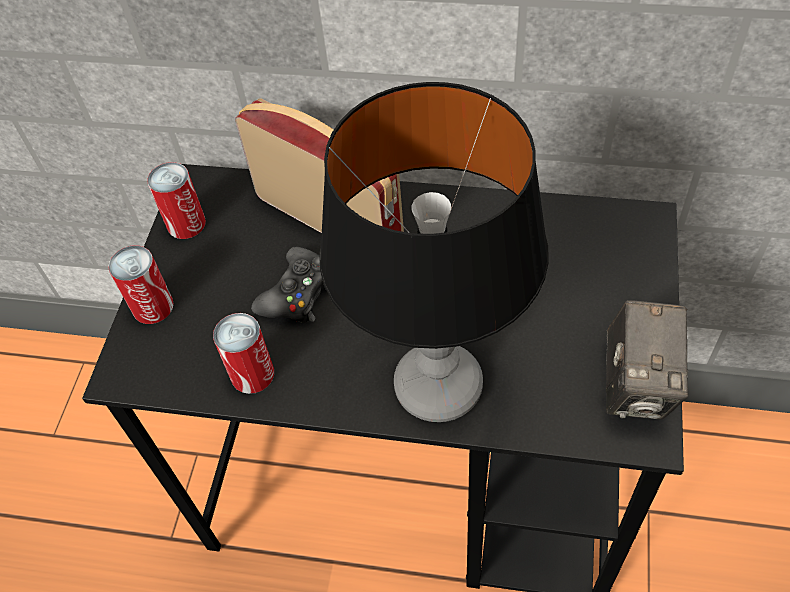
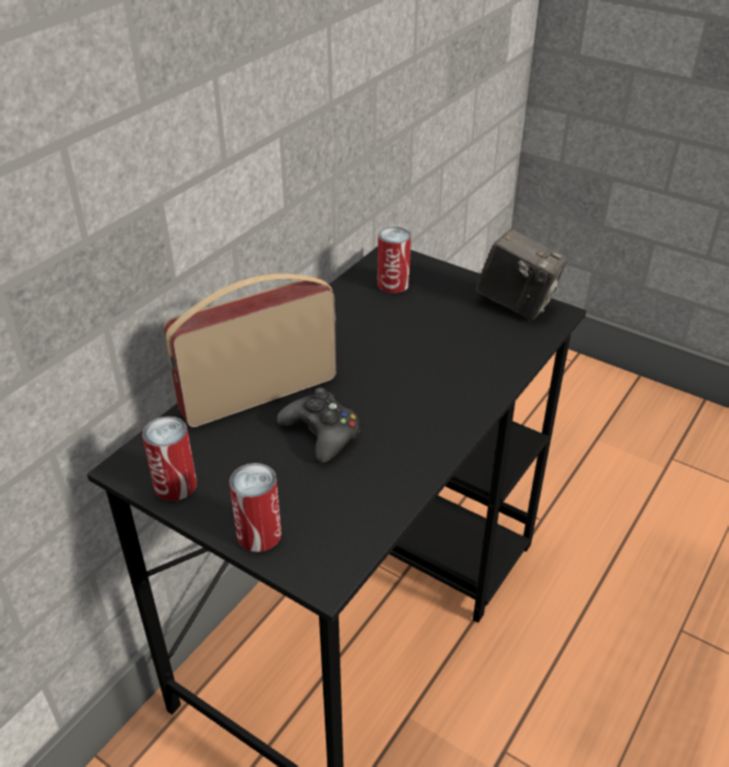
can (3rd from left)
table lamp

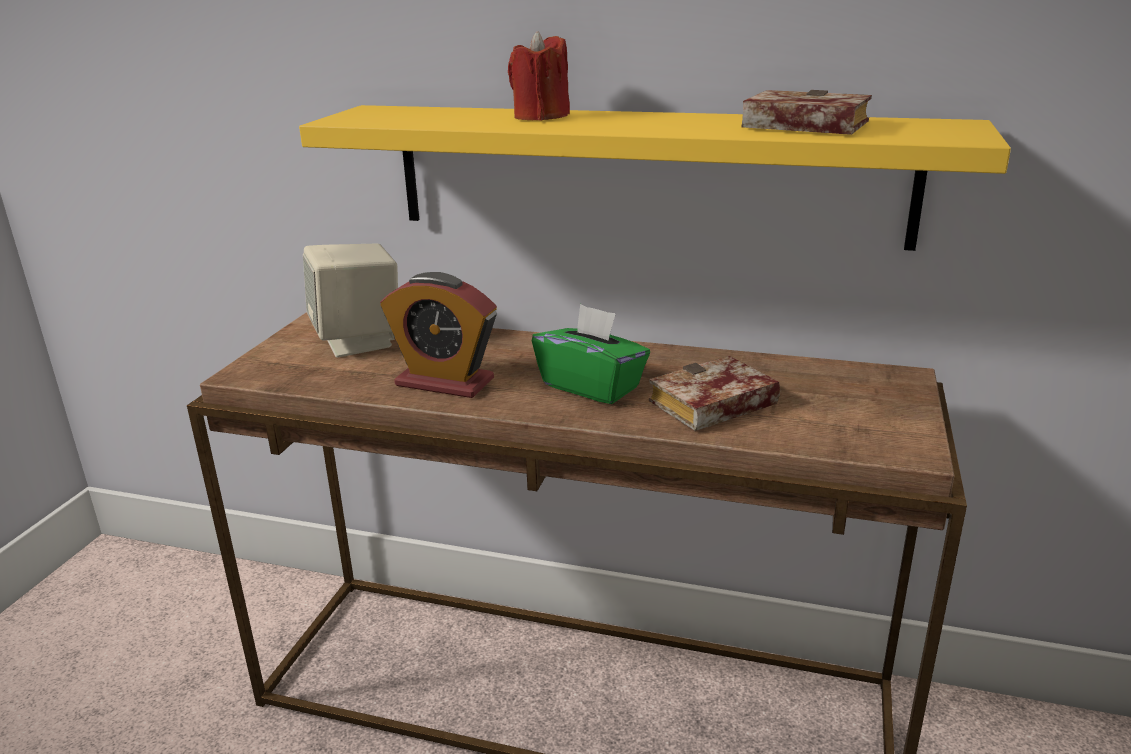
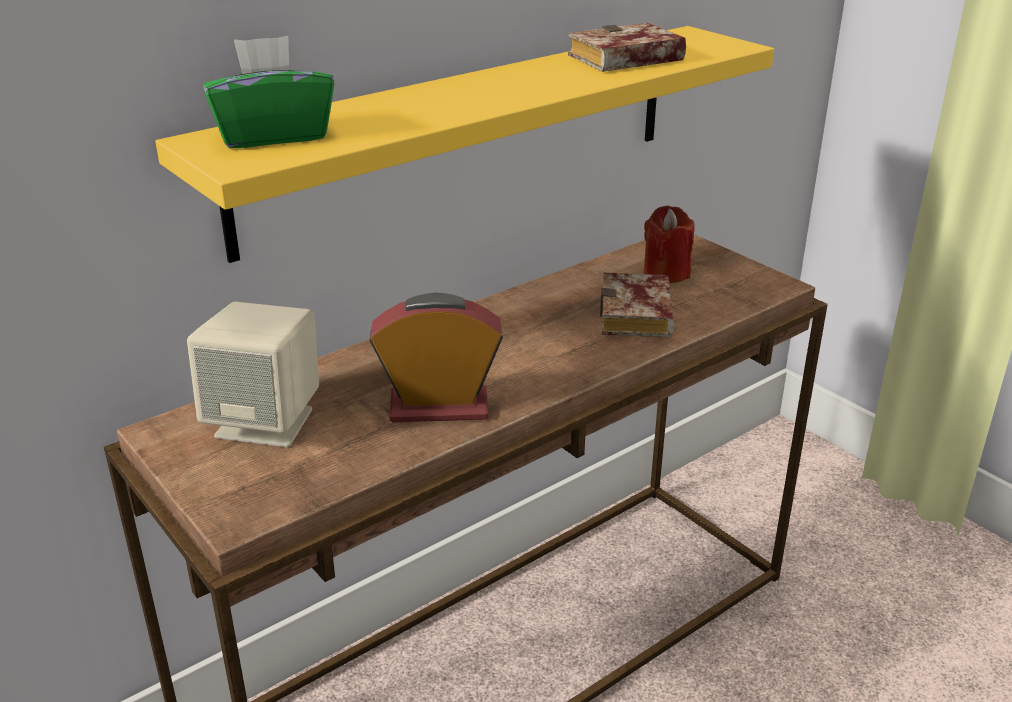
green tissue box
alarm clock
red candle

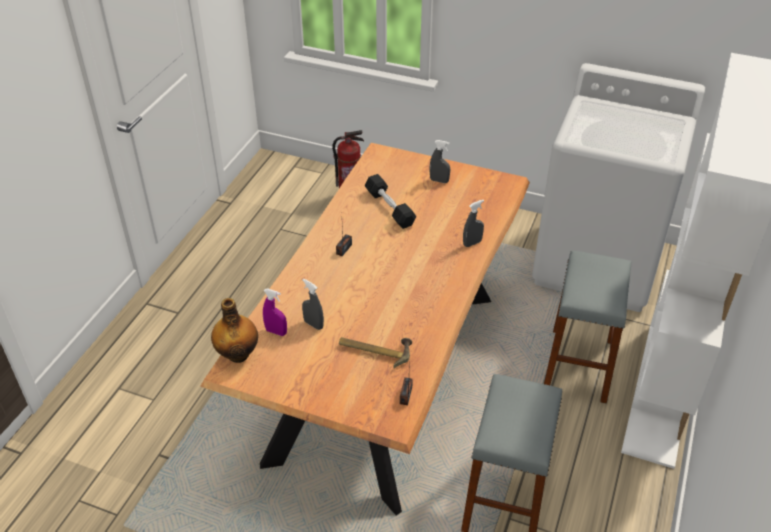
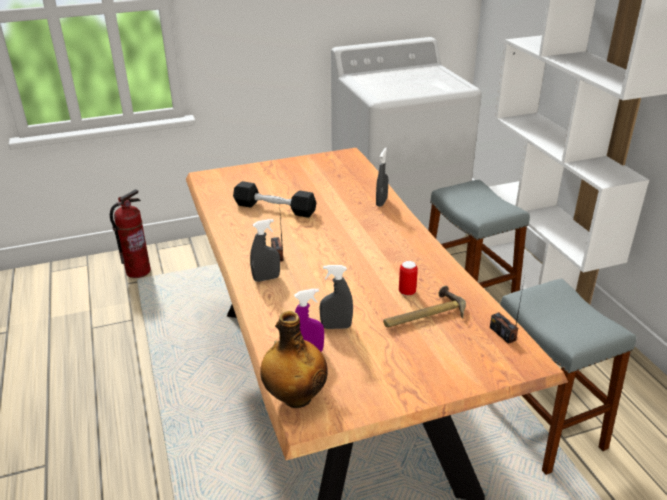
grey spray bottle (1st from left)
can

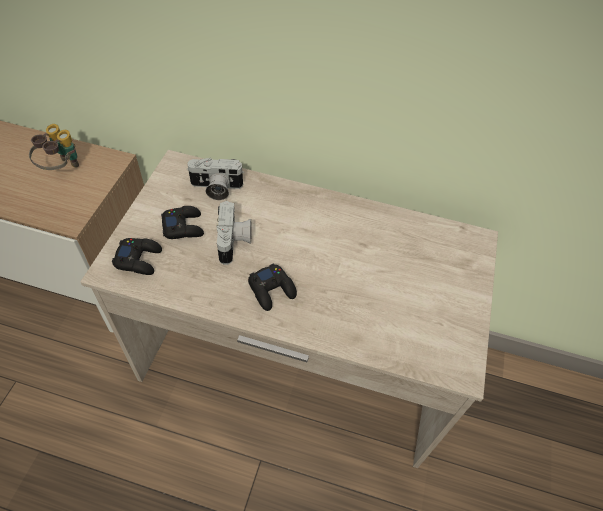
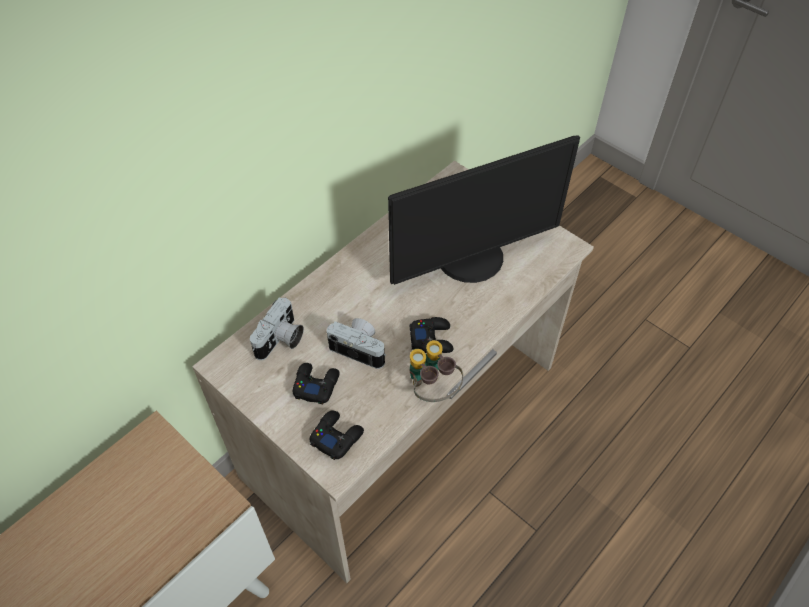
monitor
binoculars

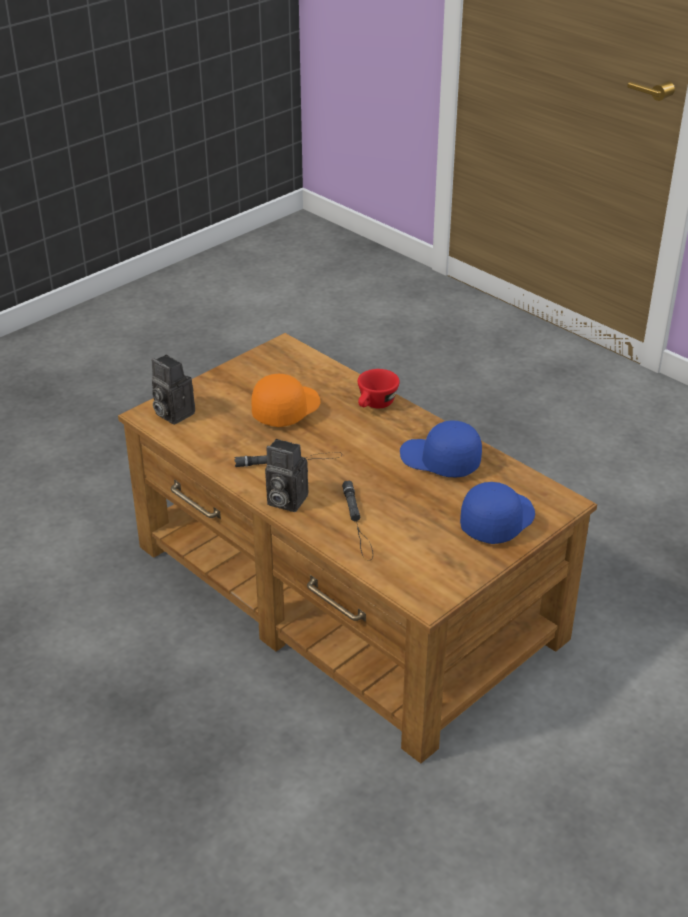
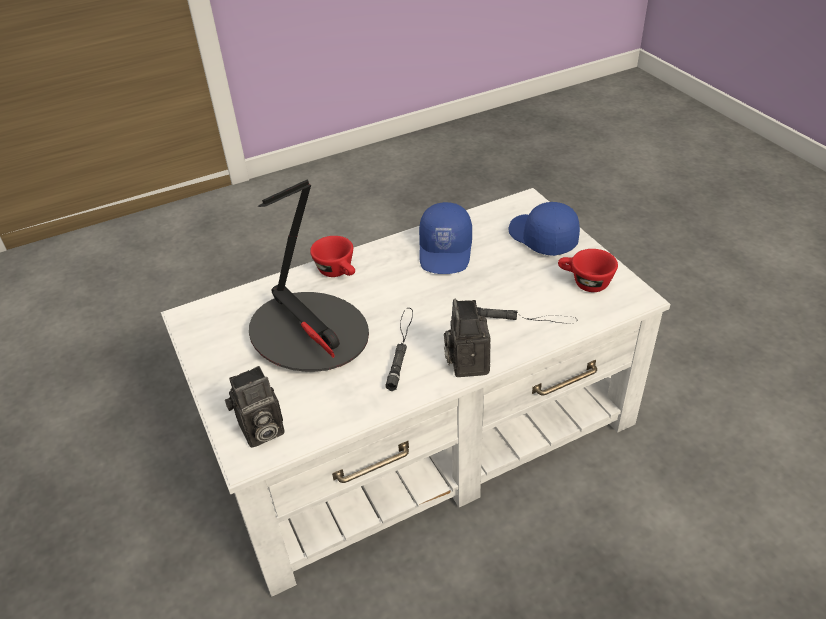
white coffee table
table lamp
blue cap (1st from left)
photo camera (2nd from left)
red cup (2nd from left)

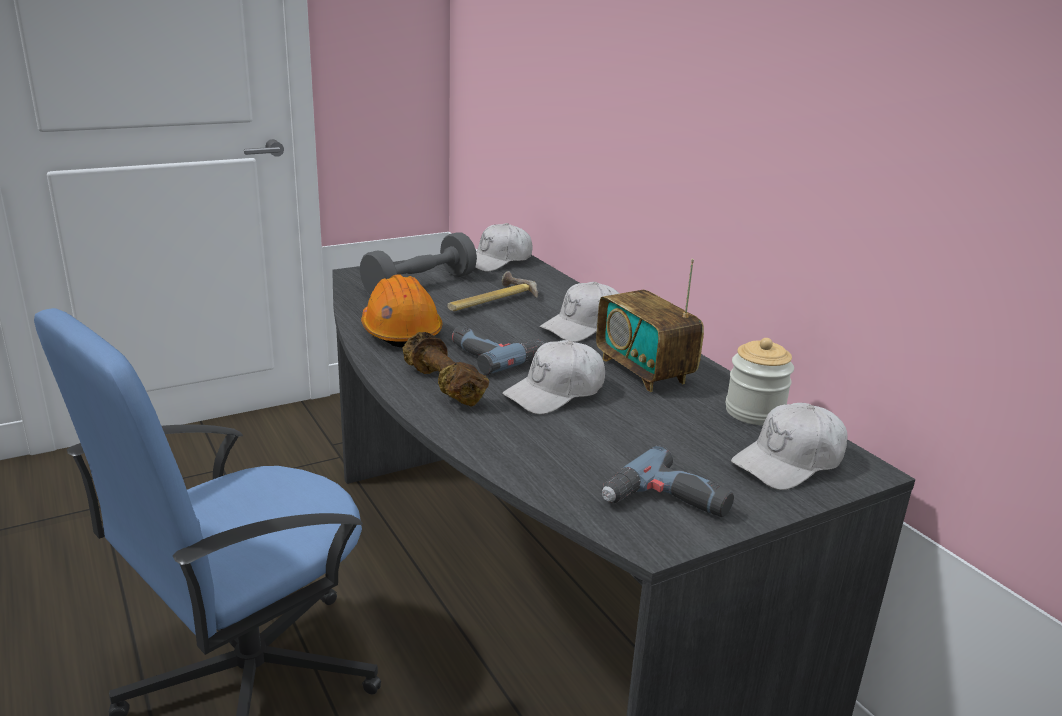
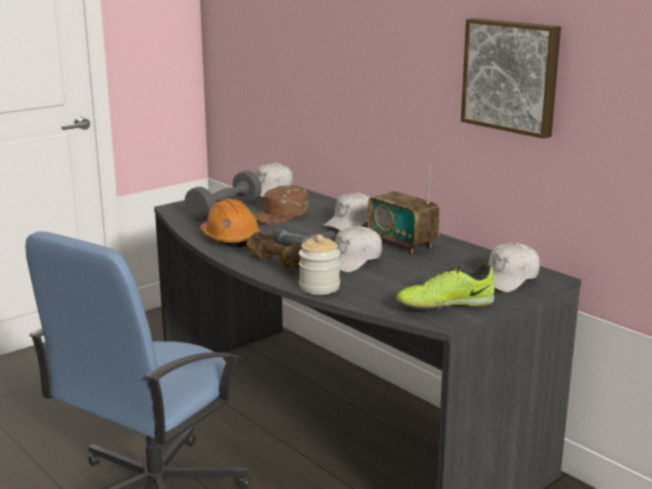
brown cap
jar
shoe
picture

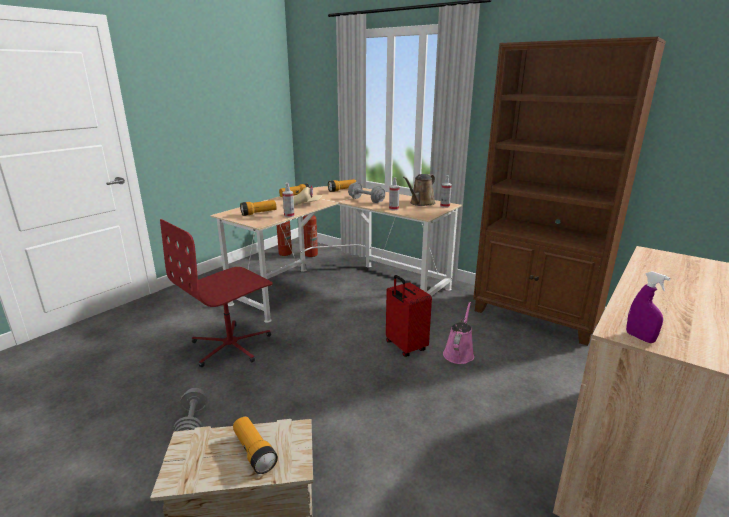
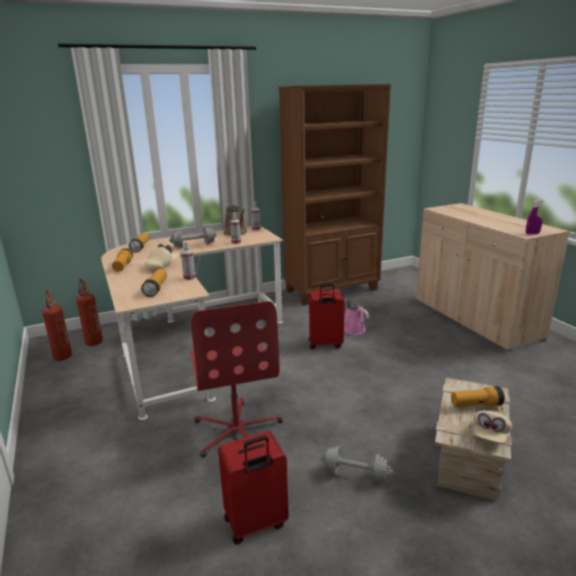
red suitcase (1st from left)
beige cap (2nd from left)

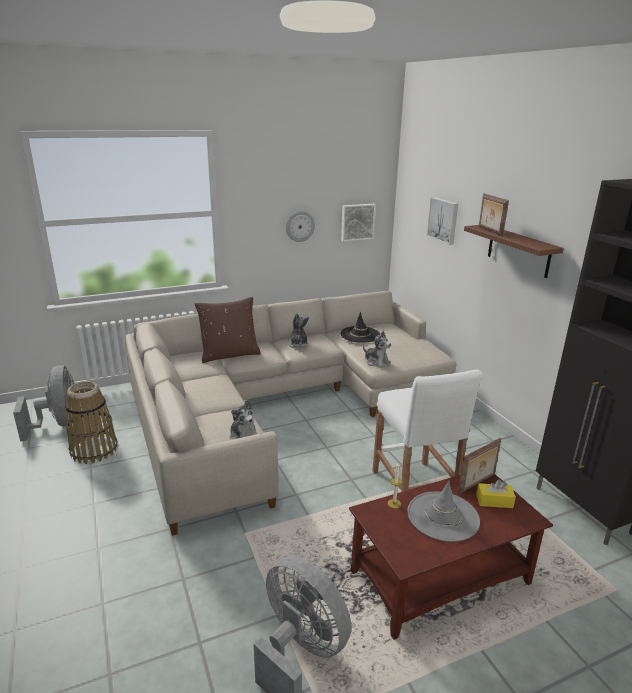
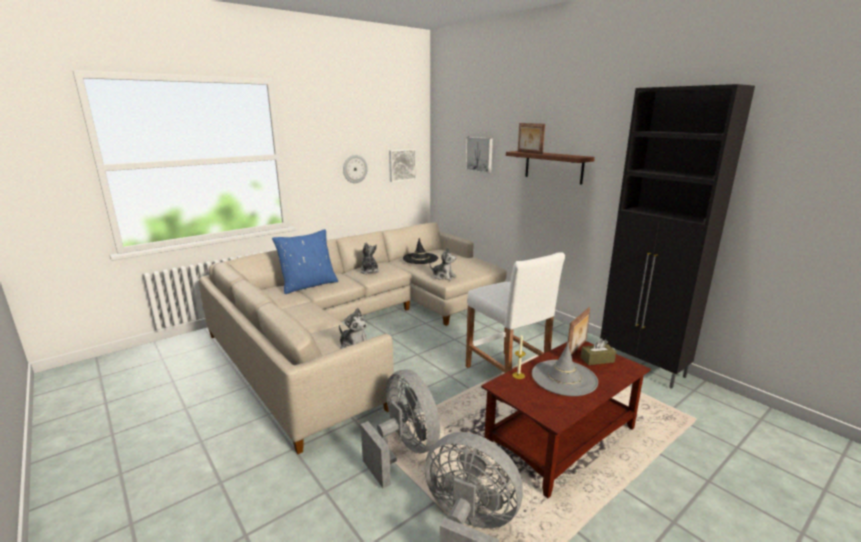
blue pillow
grey fan (1st from left)
brown tissue box
basket

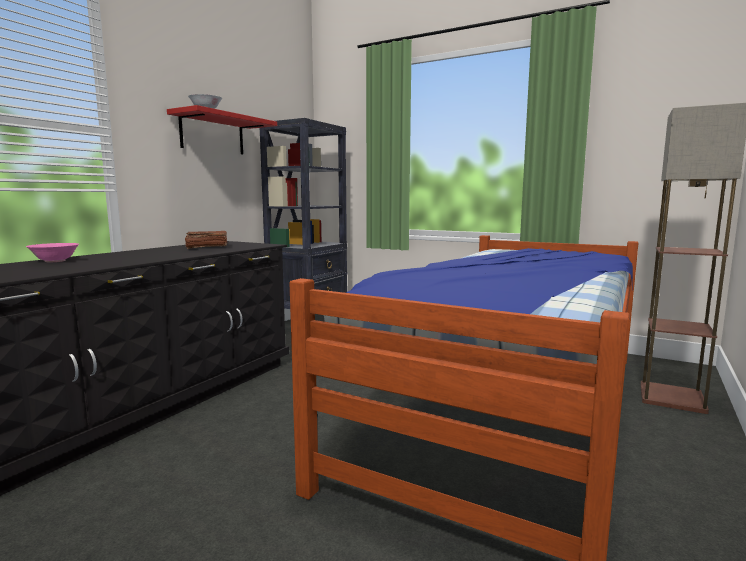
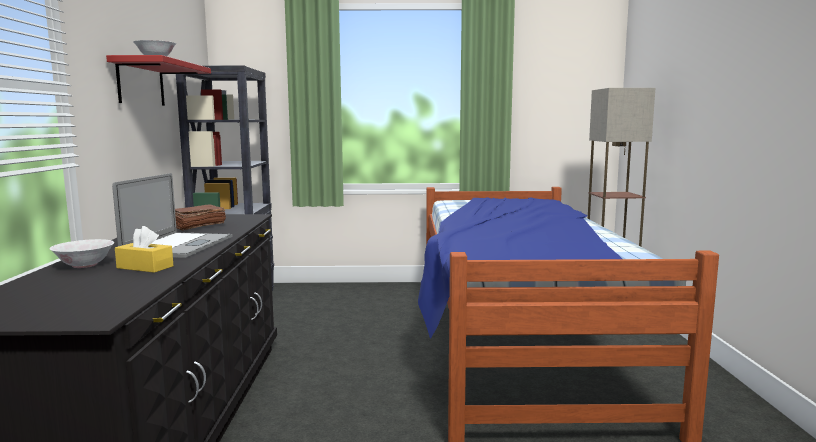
white bowl (1st from left)
laptop
yellow tissue box

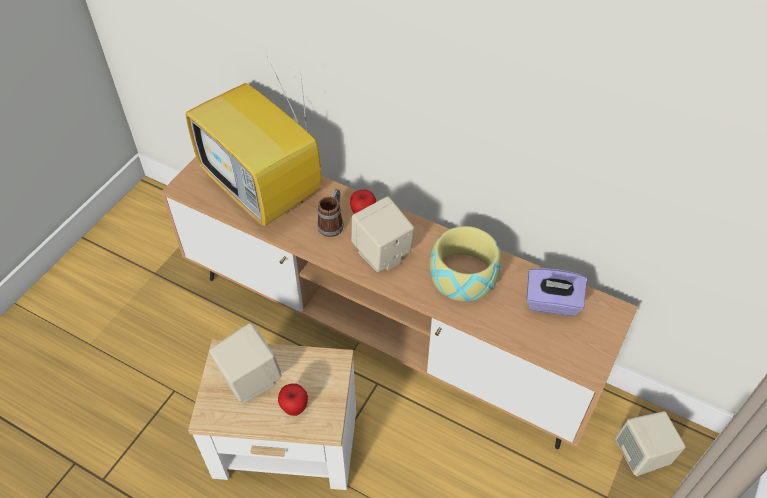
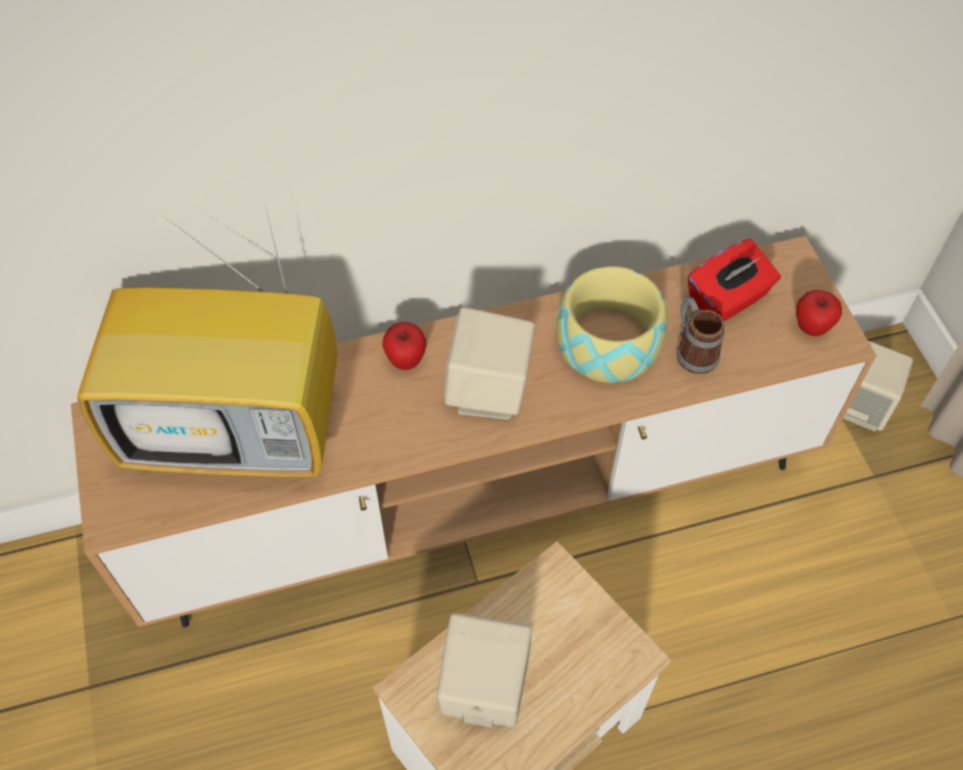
mug
red tissue box
apple (2nd from left)

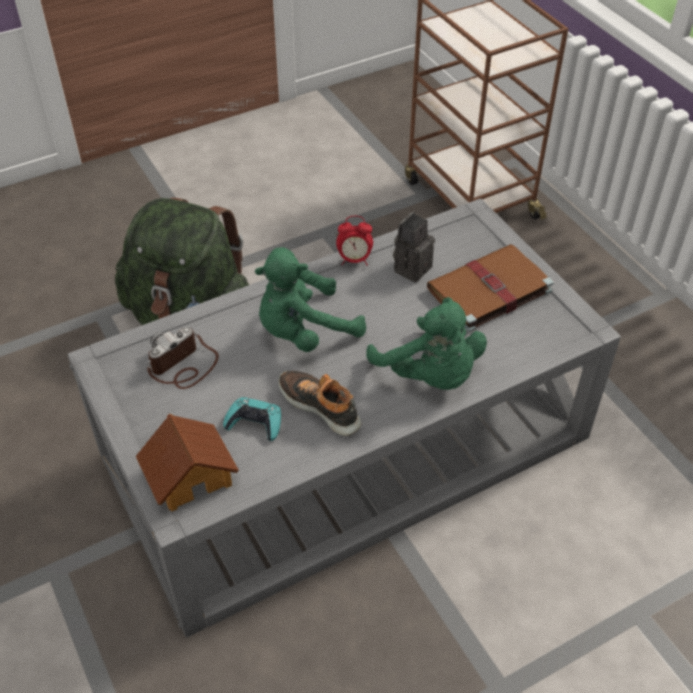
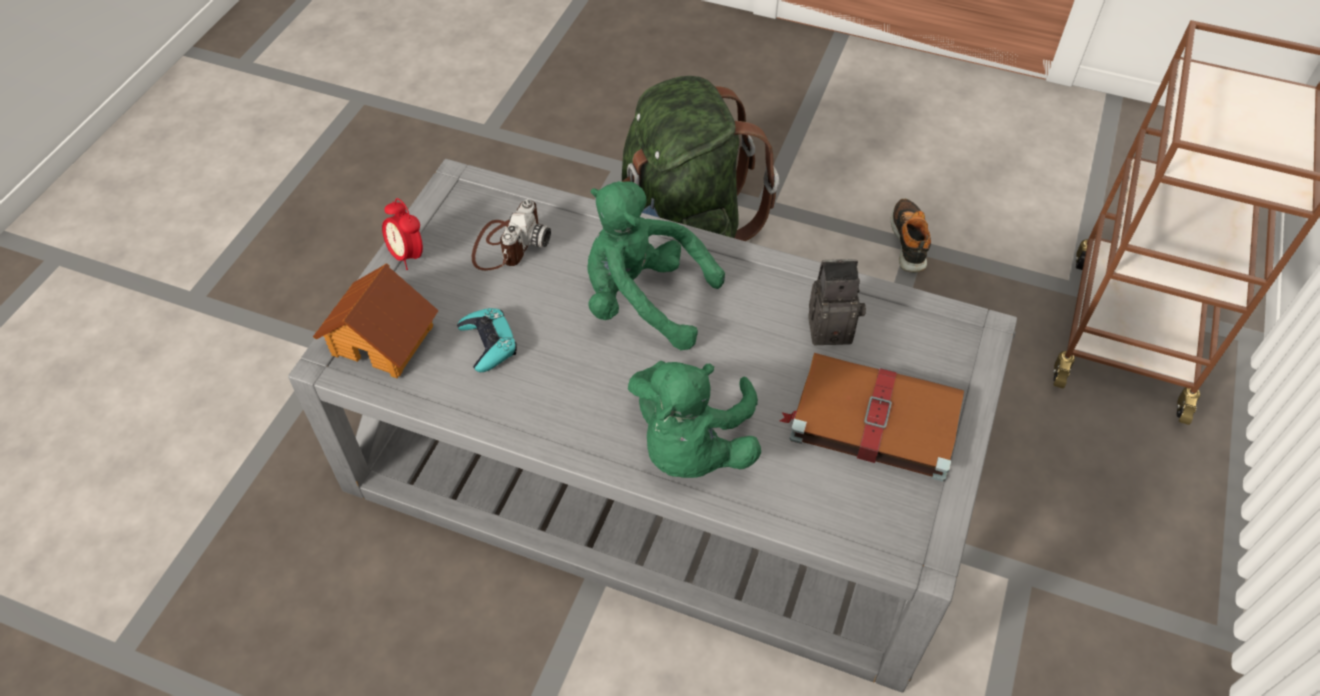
alarm clock
photo camera (1st from left)
shoe

